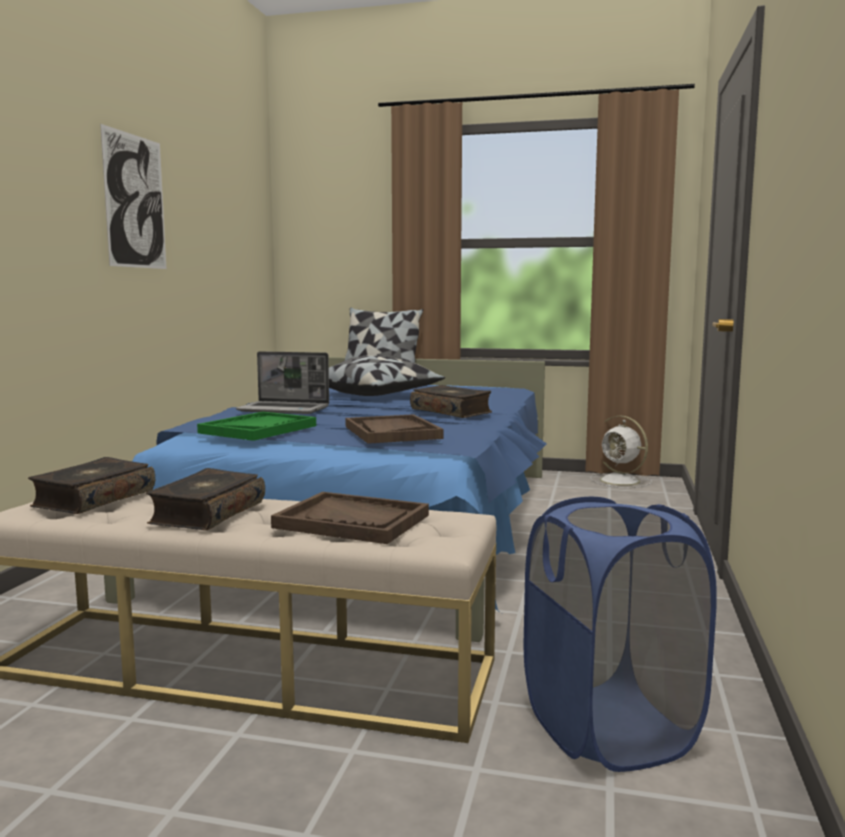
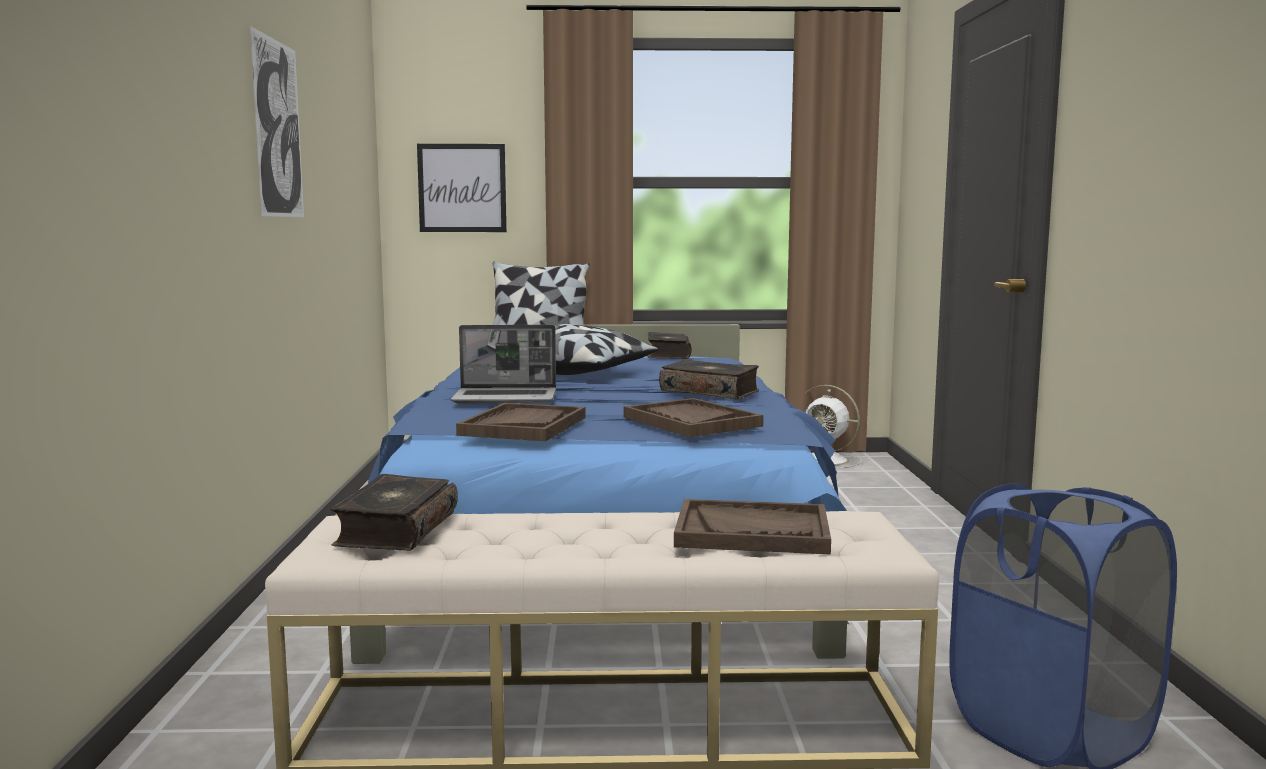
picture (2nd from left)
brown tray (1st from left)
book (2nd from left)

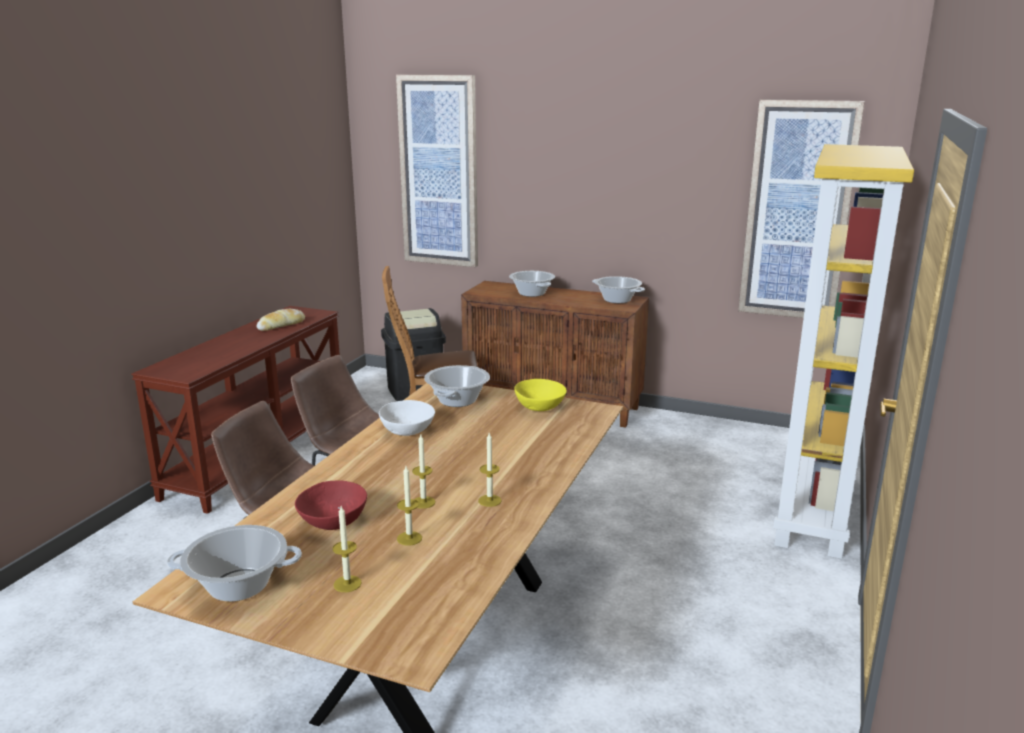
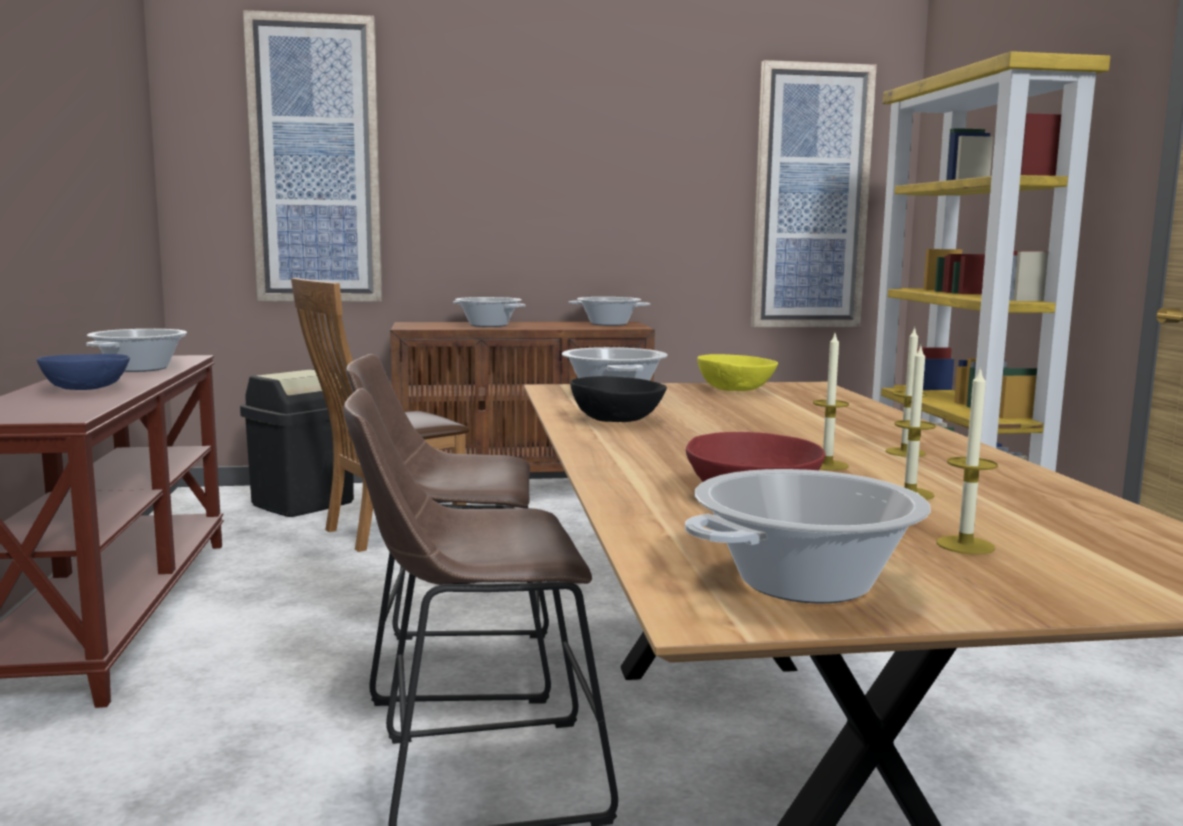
blue bowl
cooking pot (1st from left)
black bowl

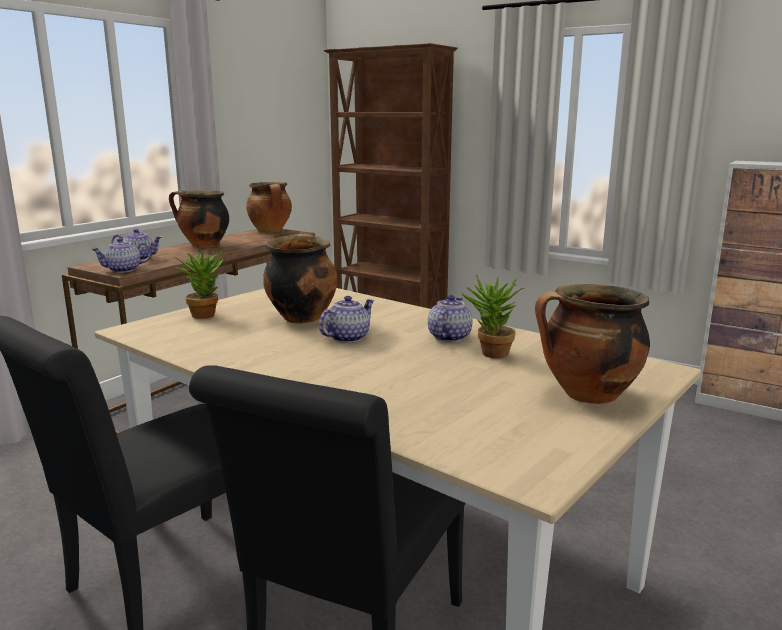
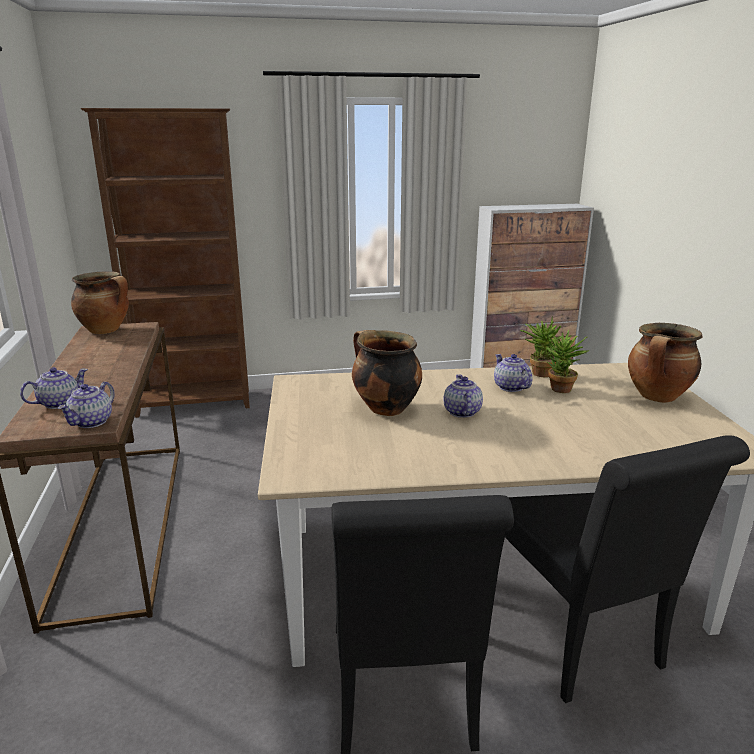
potted plant (1st from left)
cooking pot (1st from left in the first image)

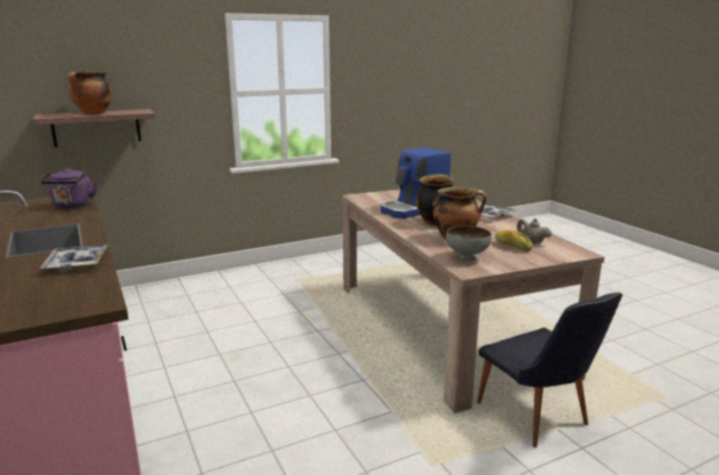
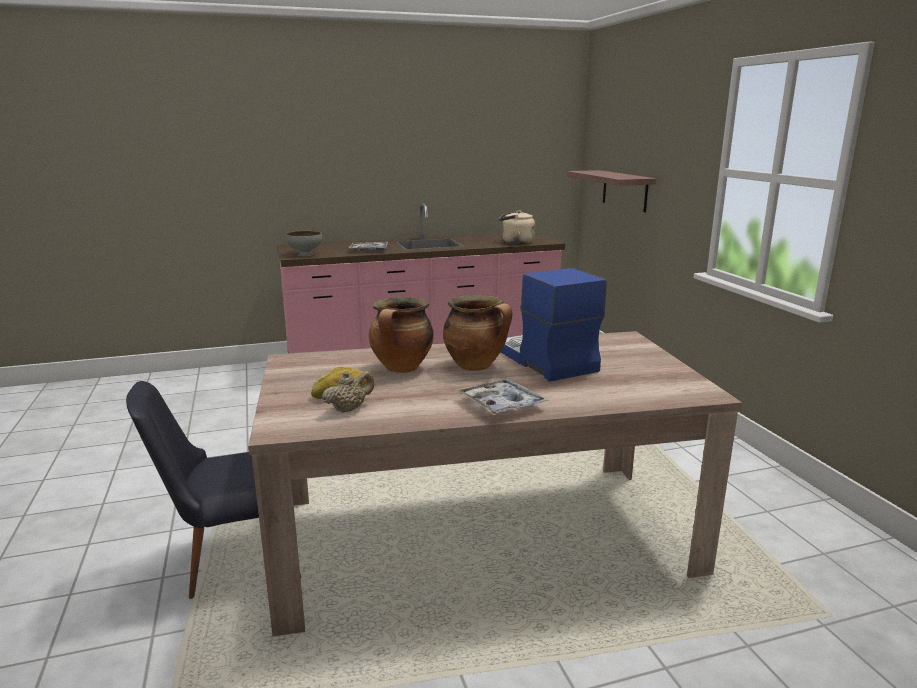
grey bowl
beige kettle
cooking pot (1st from left in the first image)

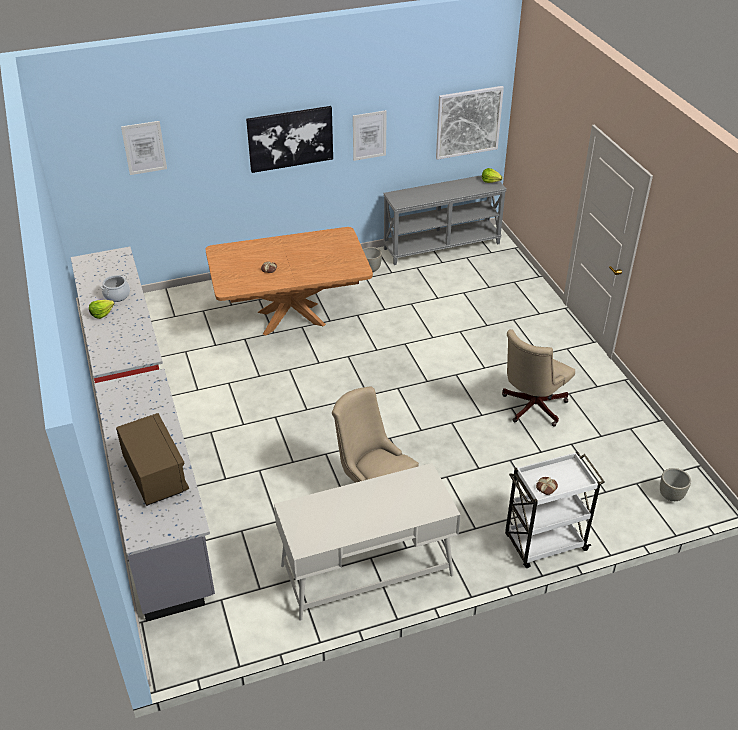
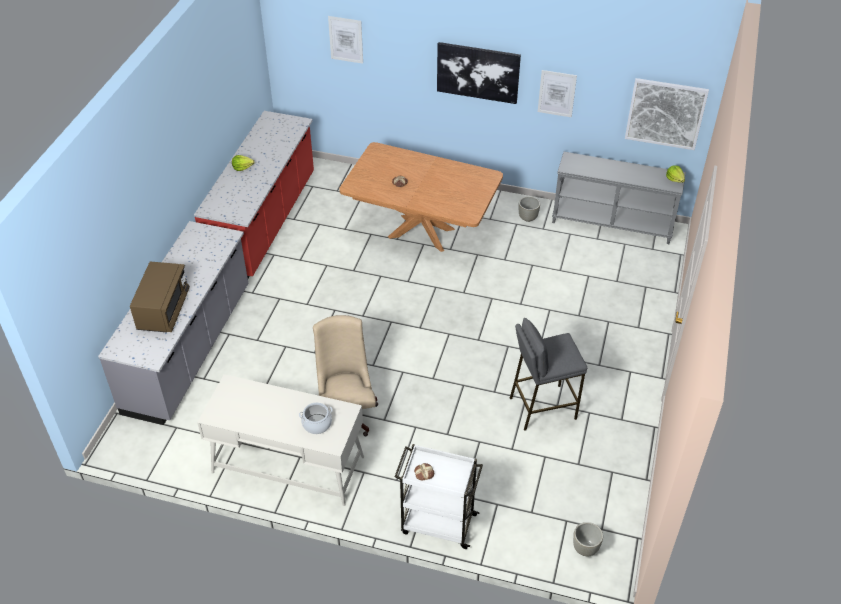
cooking pot
grey stool

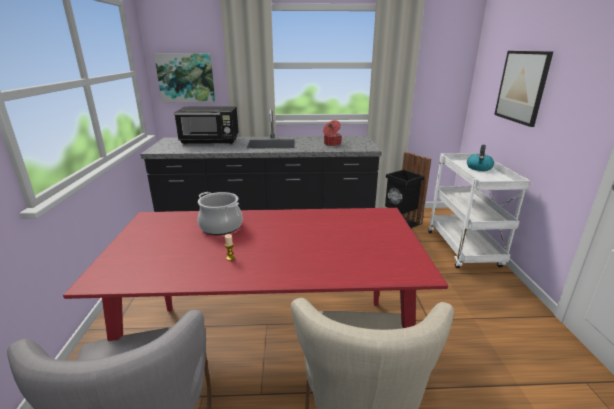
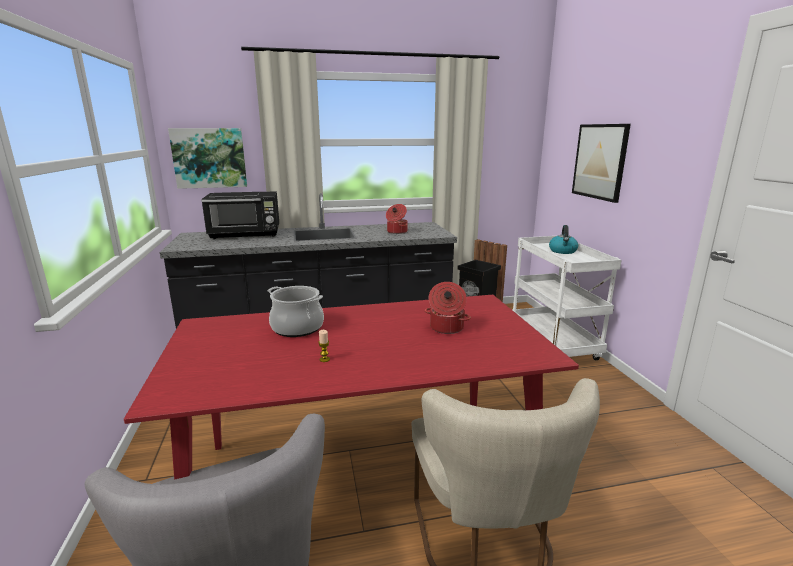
cooking pot (3rd from left)

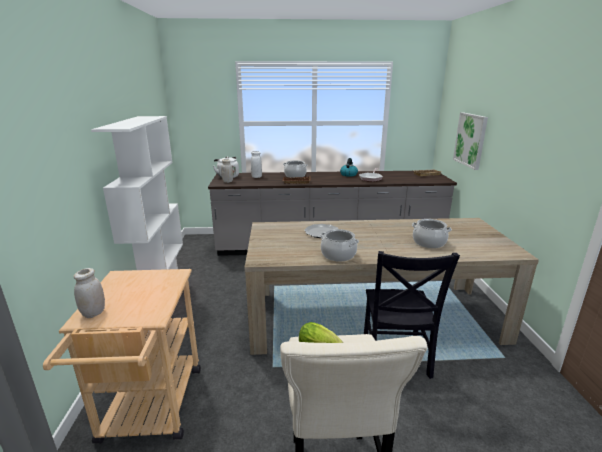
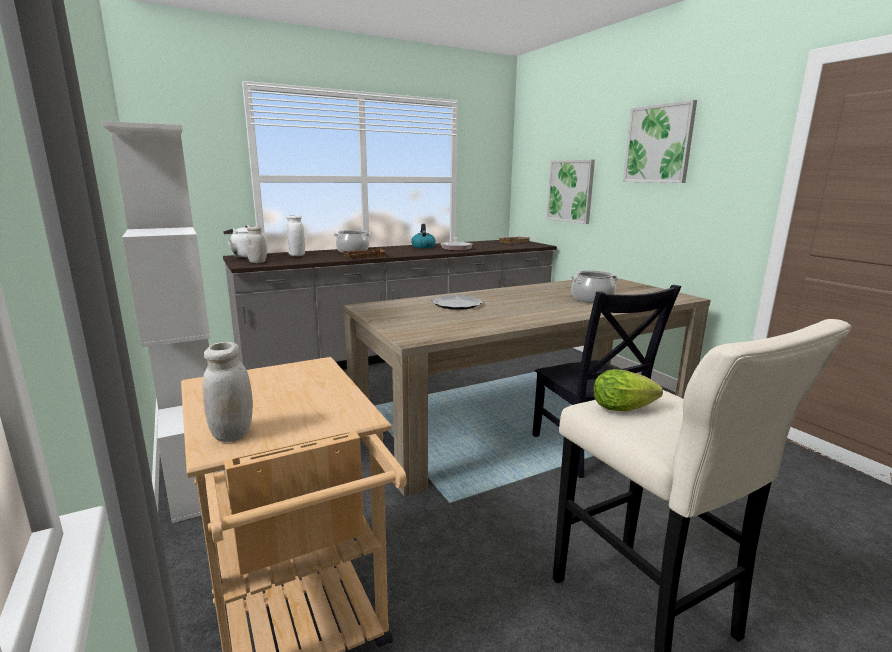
picture (2nd from left)
cooking pot (2nd from left in the first image)

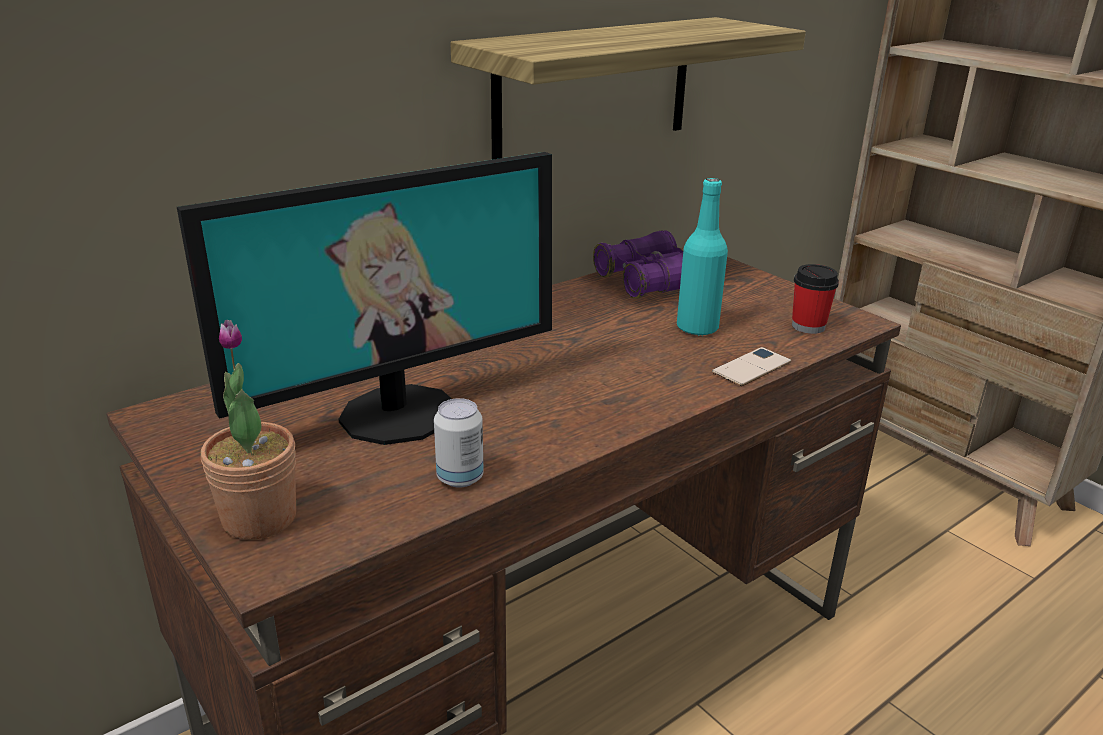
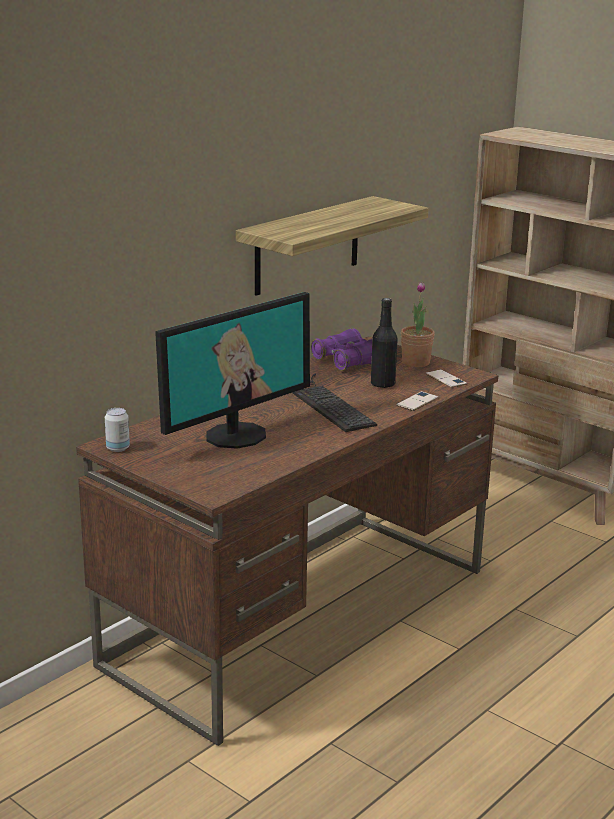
can
keyboard
black bottle
potted plant
phone (2nd from left)

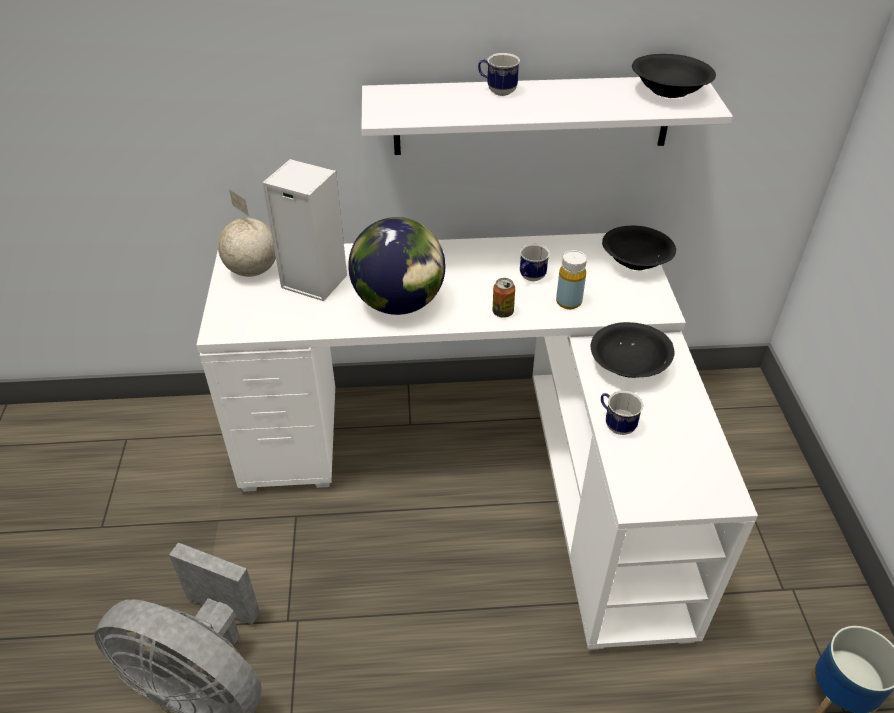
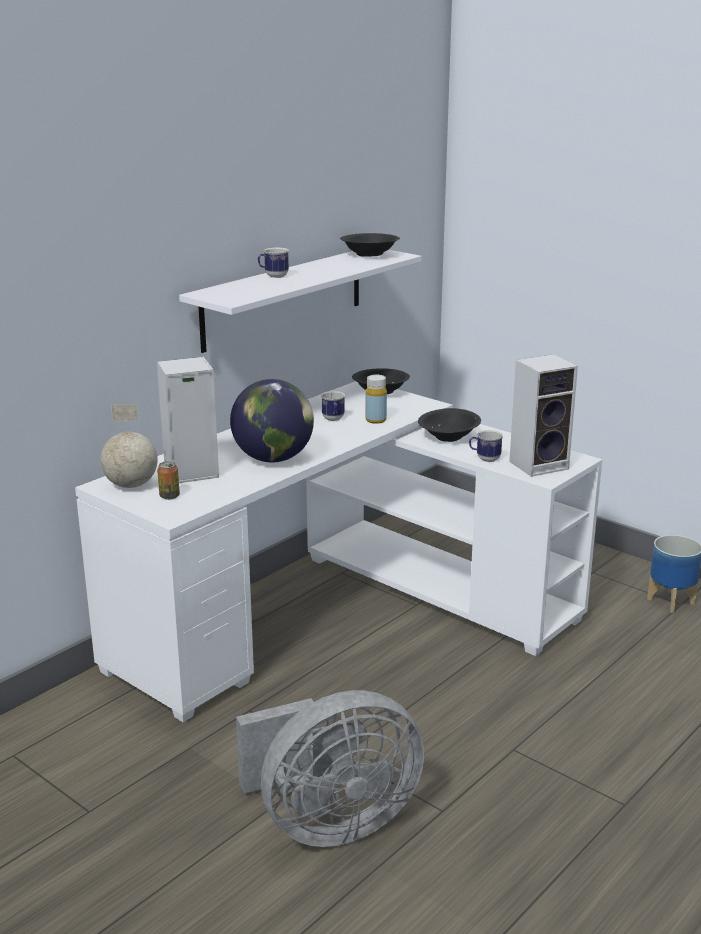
can
speaker (2nd from left)

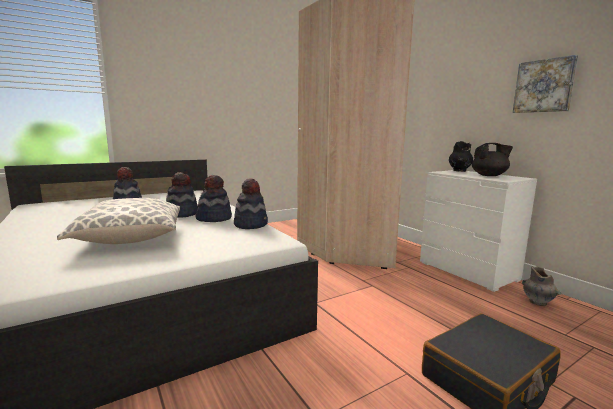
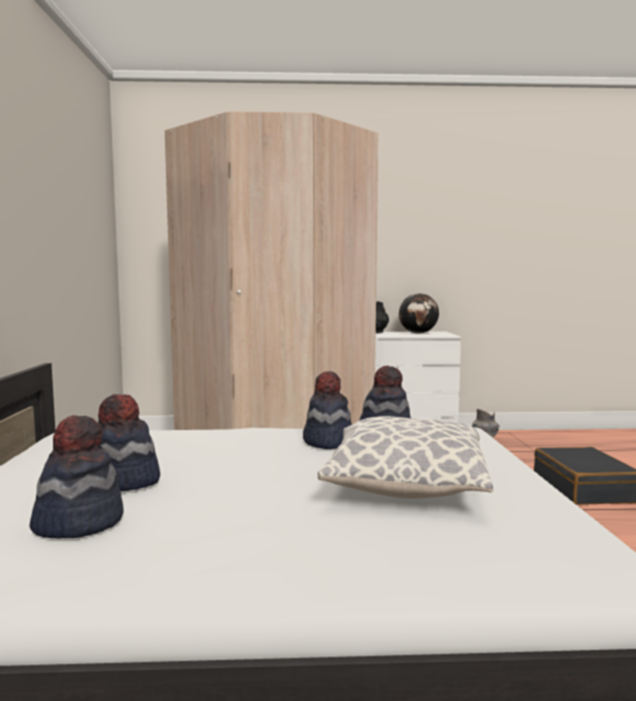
hat (1st from left)
globe
picture

